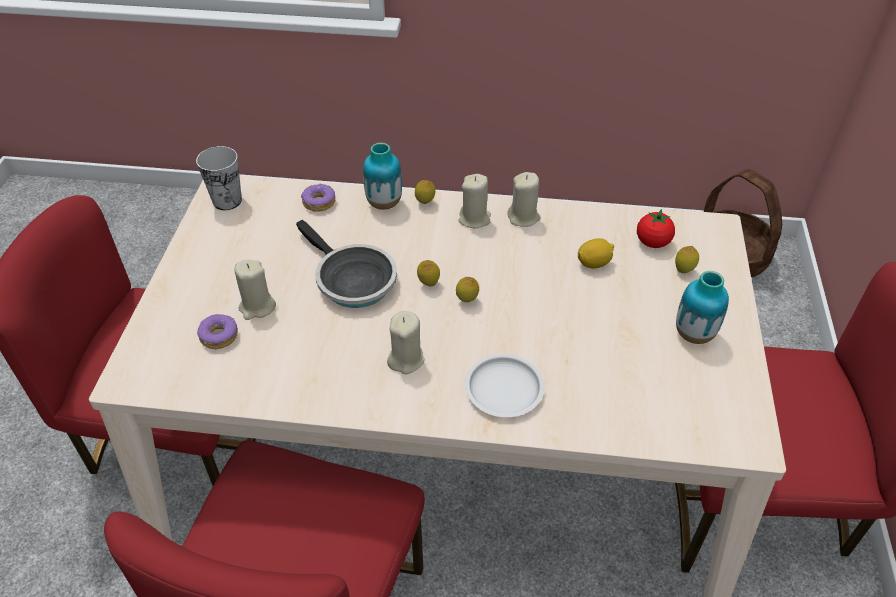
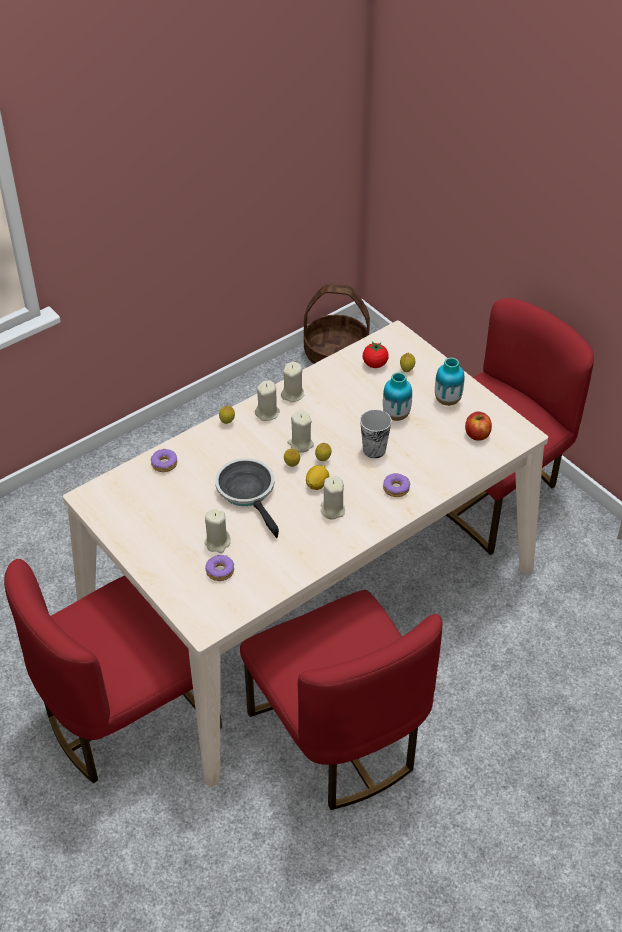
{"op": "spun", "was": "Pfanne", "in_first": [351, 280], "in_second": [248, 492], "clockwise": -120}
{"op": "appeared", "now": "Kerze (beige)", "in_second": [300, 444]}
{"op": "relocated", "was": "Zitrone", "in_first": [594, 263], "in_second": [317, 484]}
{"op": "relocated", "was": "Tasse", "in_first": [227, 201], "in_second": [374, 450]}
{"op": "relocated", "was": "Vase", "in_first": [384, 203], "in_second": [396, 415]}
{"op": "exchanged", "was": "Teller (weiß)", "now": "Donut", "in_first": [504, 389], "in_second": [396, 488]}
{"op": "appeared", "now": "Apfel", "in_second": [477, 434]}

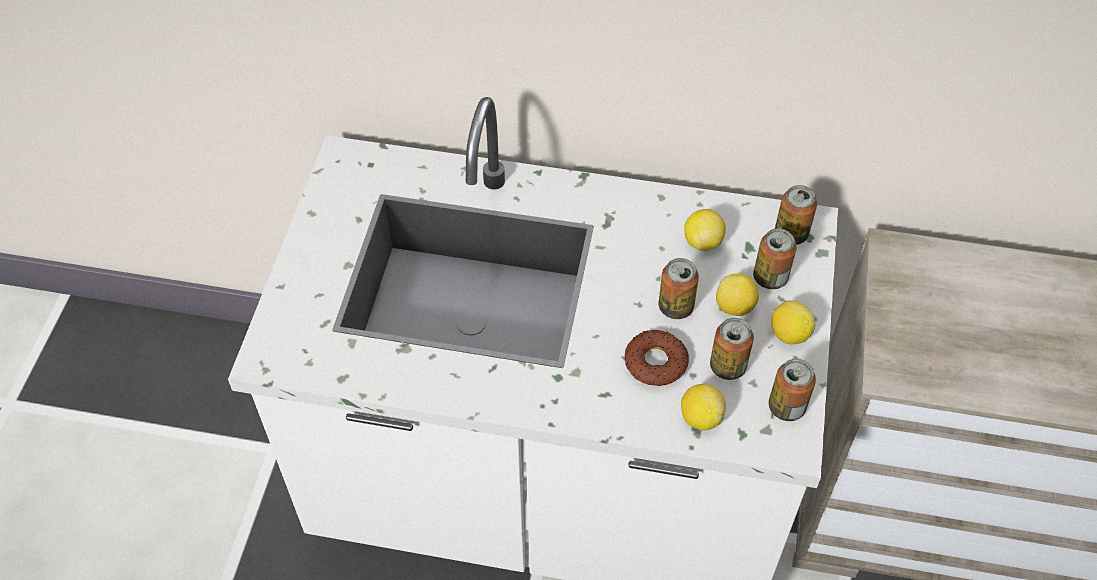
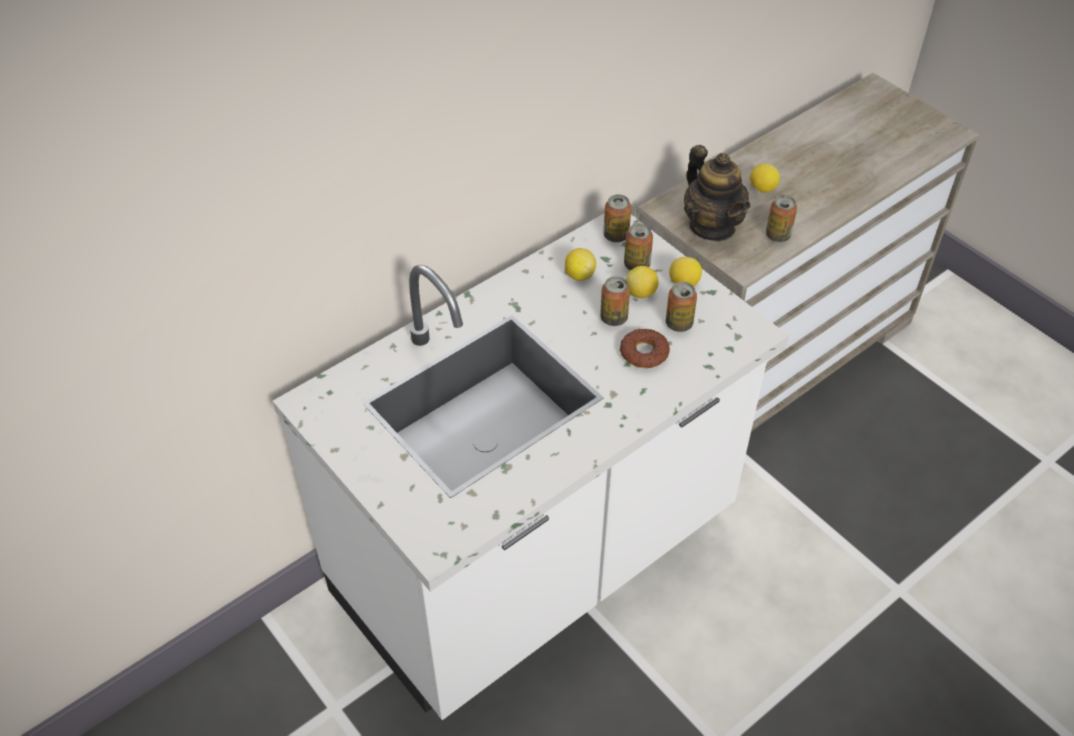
{"op": "appeared", "now": "Teekanne", "in_second": [712, 226]}
{"op": "relocated", "was": "Zitrone", "in_first": [700, 417], "in_second": [762, 188]}
{"op": "relocated", "was": "Dose", "in_first": [786, 407], "in_second": [778, 235]}

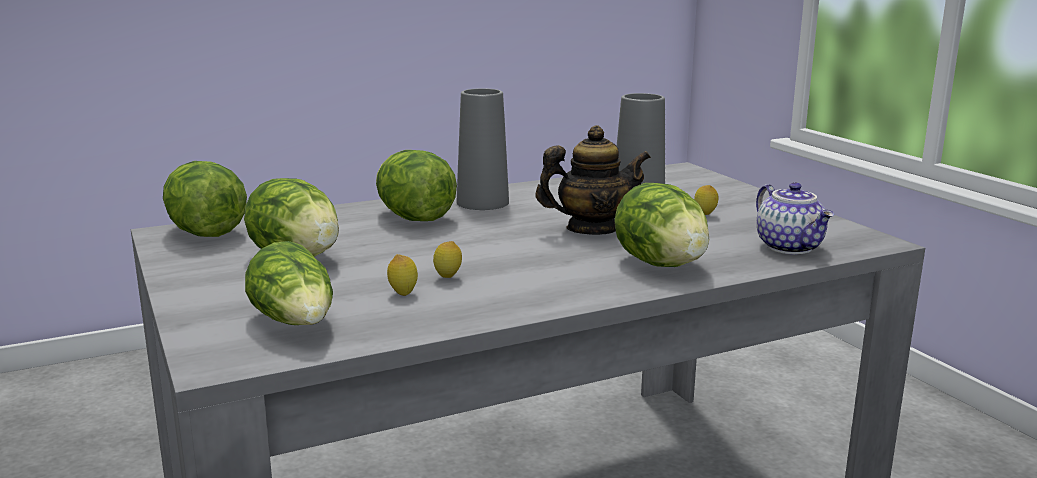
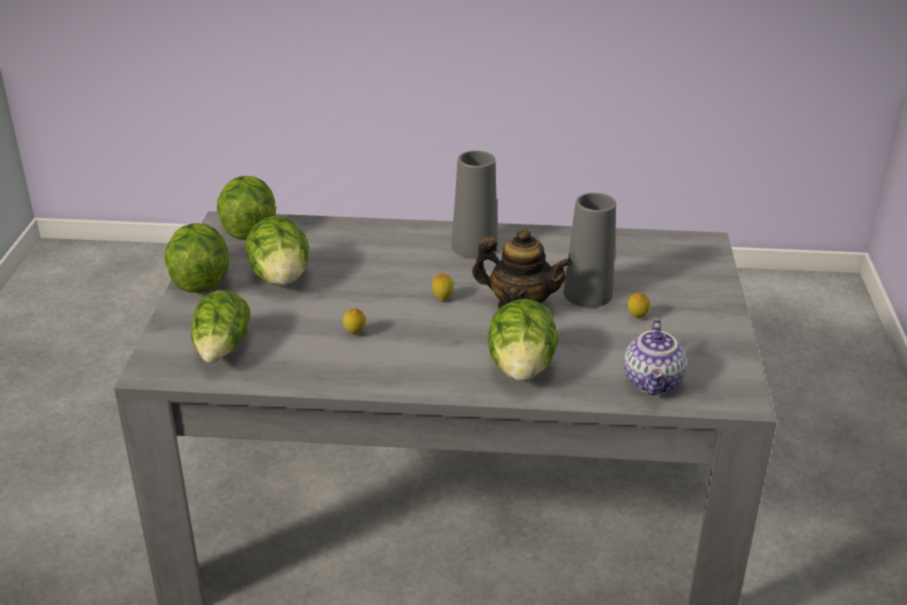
{"op": "relocated", "was": "Salatkopf", "in_first": [414, 218], "in_second": [200, 281]}
{"op": "relocated", "was": "Zitrone", "in_first": [403, 294], "in_second": [442, 299]}

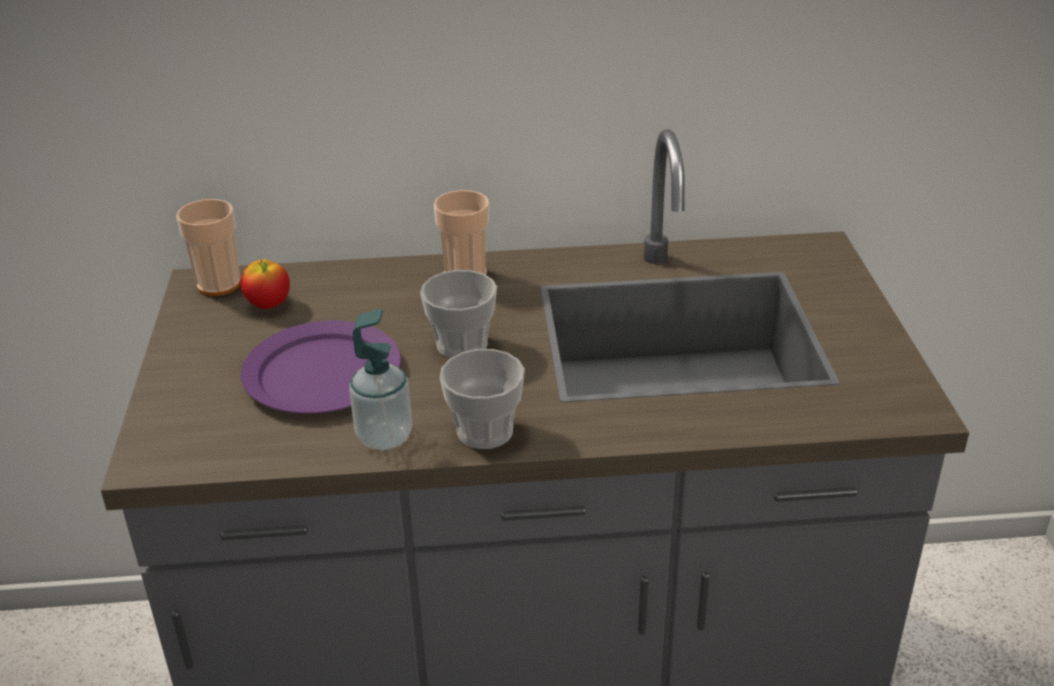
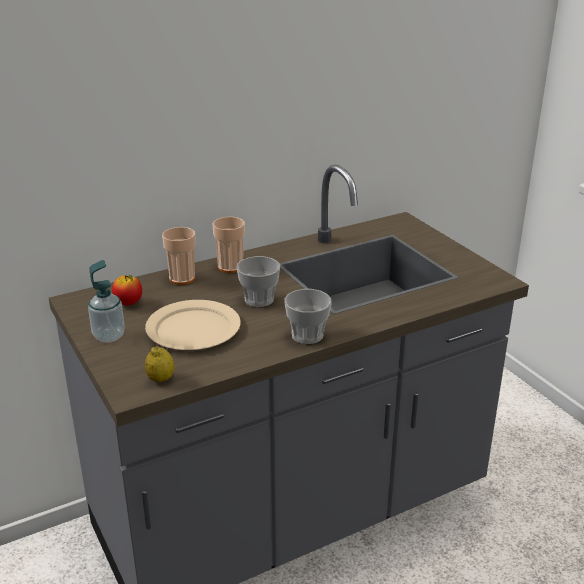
{"op": "relocated", "was": "Seifenspender", "in_first": [384, 437], "in_second": [109, 336]}
{"op": "colour", "was": "Teller (lila)", "now": "Teller (beige)", "in_first": [324, 374], "in_second": [194, 329]}
{"op": "appeared", "now": "Zitrone", "in_second": [161, 379]}
{"op": "relocated", "was": "Tasse", "in_first": [219, 284], "in_second": [182, 278]}

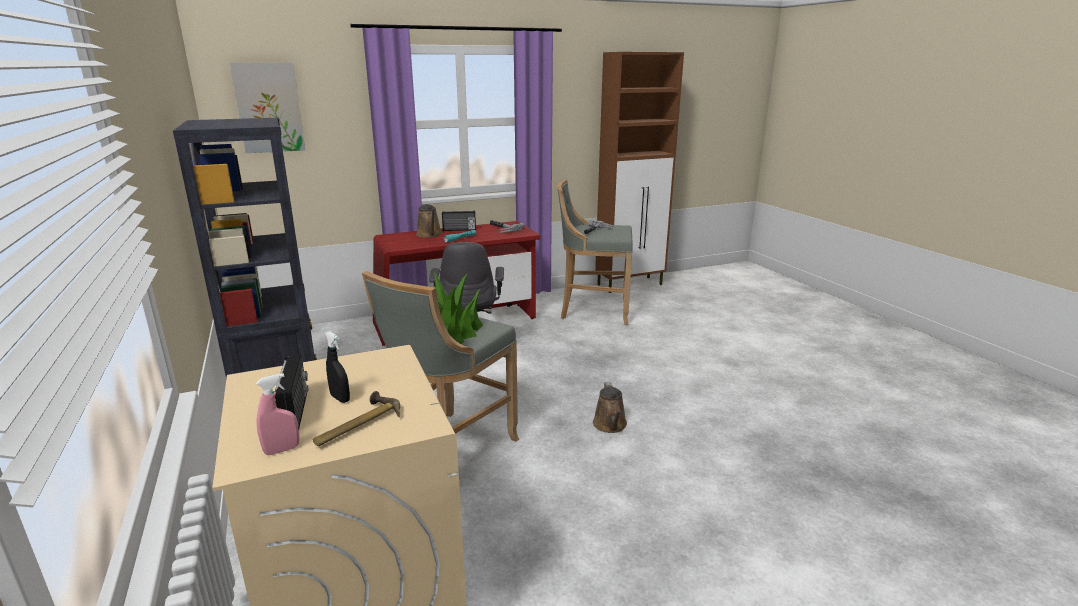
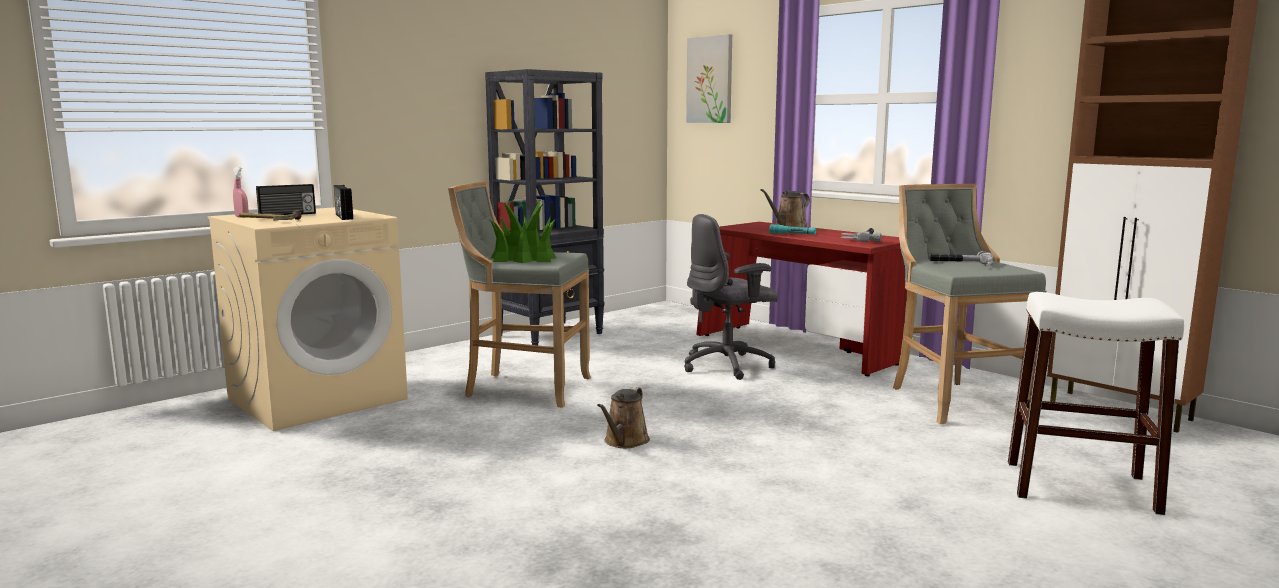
{"op": "relocated", "was": "Radio", "in_first": [459, 230], "in_second": [343, 217]}
{"op": "spun", "was": "Gießkanne (braun)", "in_first": [610, 425], "in_second": [624, 442], "clockwise": -45}
{"op": "appeared", "now": "Hocker (weiß)", "in_second": [1081, 487]}
{"op": "missing", "was": "Sprühflasche (schwarz)", "in_first": [340, 398]}

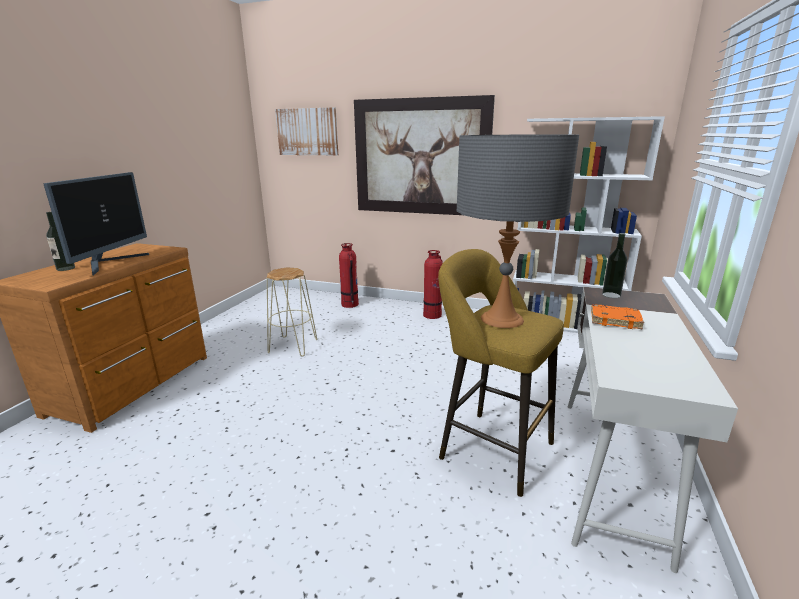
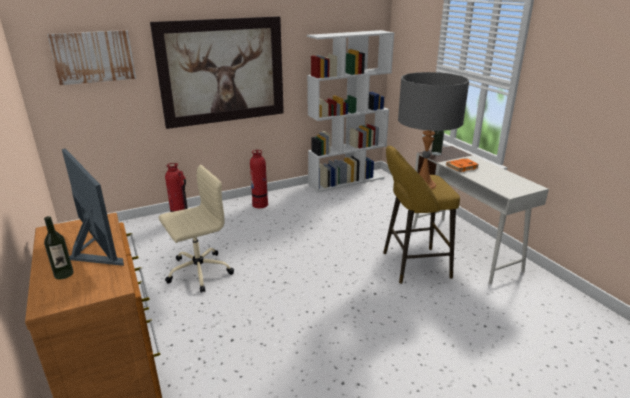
{"op": "exchanged", "was": "Hocker (beige)", "now": "Bürostuhl (beige)", "in_first": [293, 346], "in_second": [198, 272]}

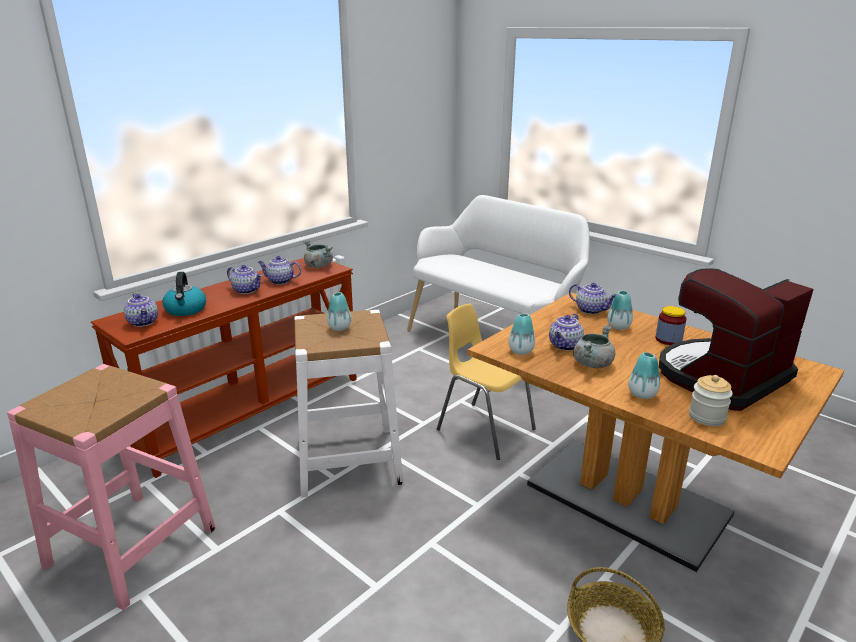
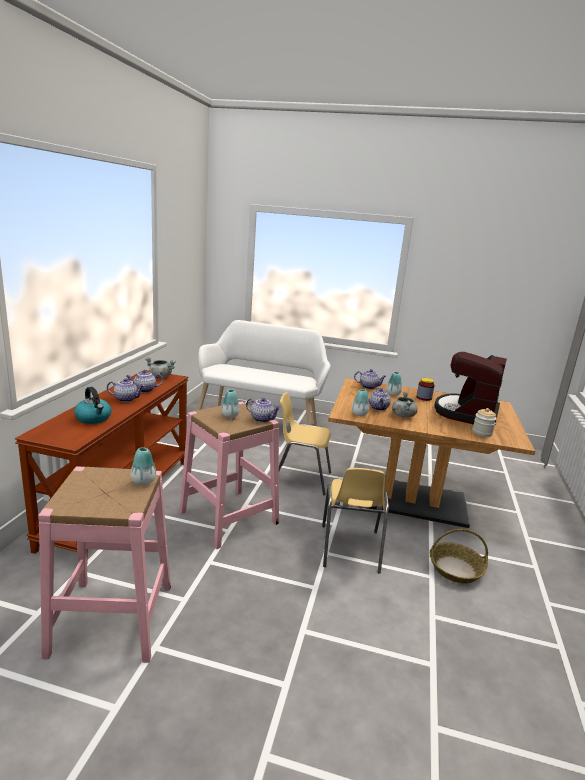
{"op": "relocated", "was": "Vase", "in_first": [642, 394], "in_second": [143, 482]}
{"op": "colour", "was": "Hocker (weiß)", "now": "Hocker (rosa)", "in_first": [348, 460], "in_second": [228, 517]}
{"op": "relocated", "was": "Teekanne", "in_first": [144, 322], "in_second": [262, 419]}
{"op": "appeared", "now": "Stuhl (gelb)", "in_second": [350, 549]}

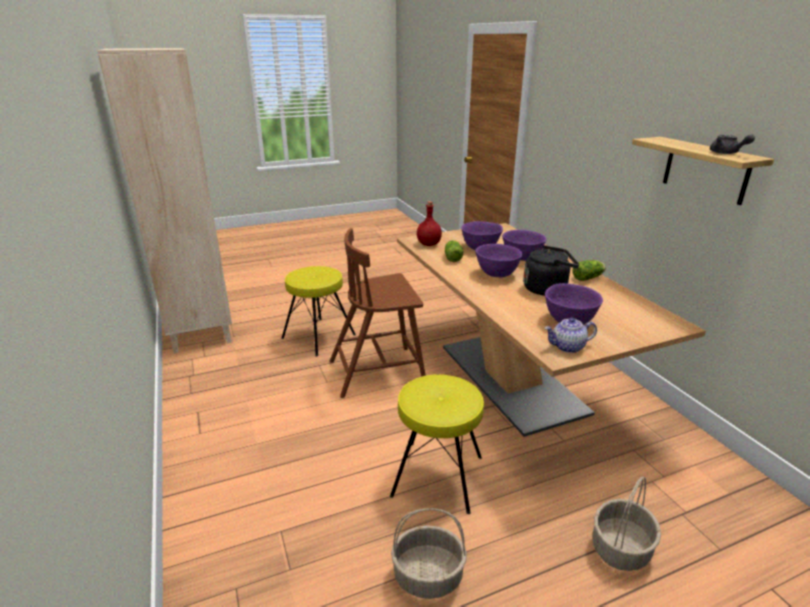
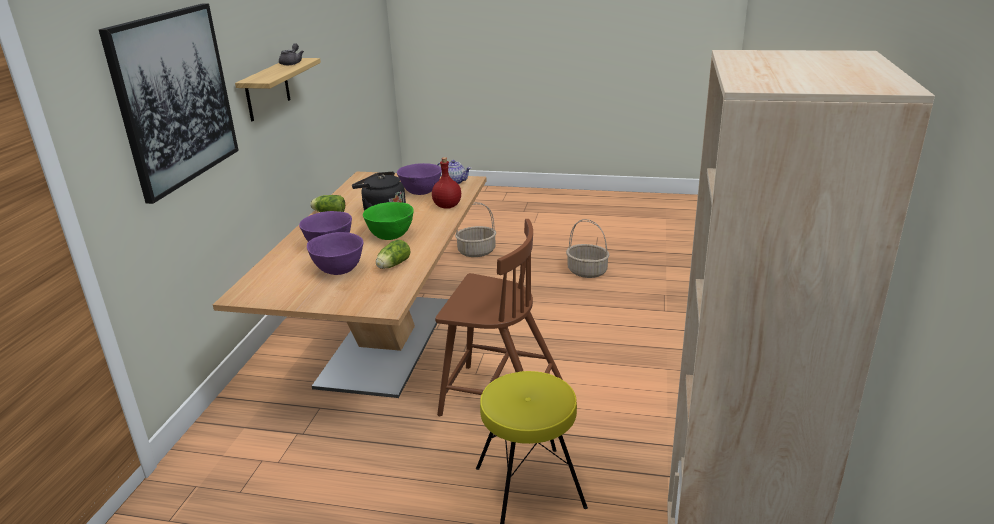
{"op": "appeared", "now": "Bild", "in_second": [175, 98]}
{"op": "colour", "was": "Schüssel (lila)", "now": "Schüssel (grün)", "in_first": [496, 274], "in_second": [391, 236]}
{"op": "relocated", "was": "Flasche (rot)", "in_first": [428, 244], "in_second": [447, 206]}
{"op": "missing", "was": "Hocker (gelb)", "in_first": [437, 476]}

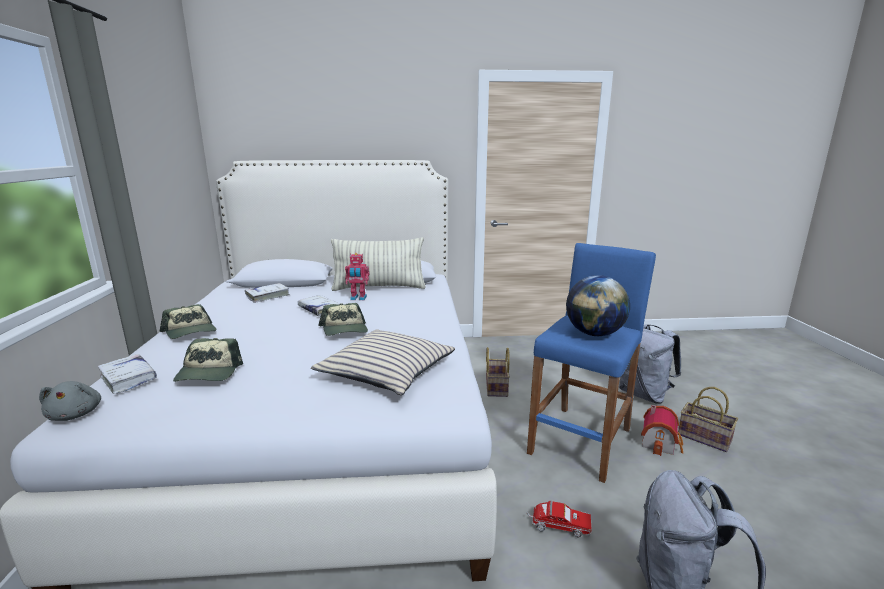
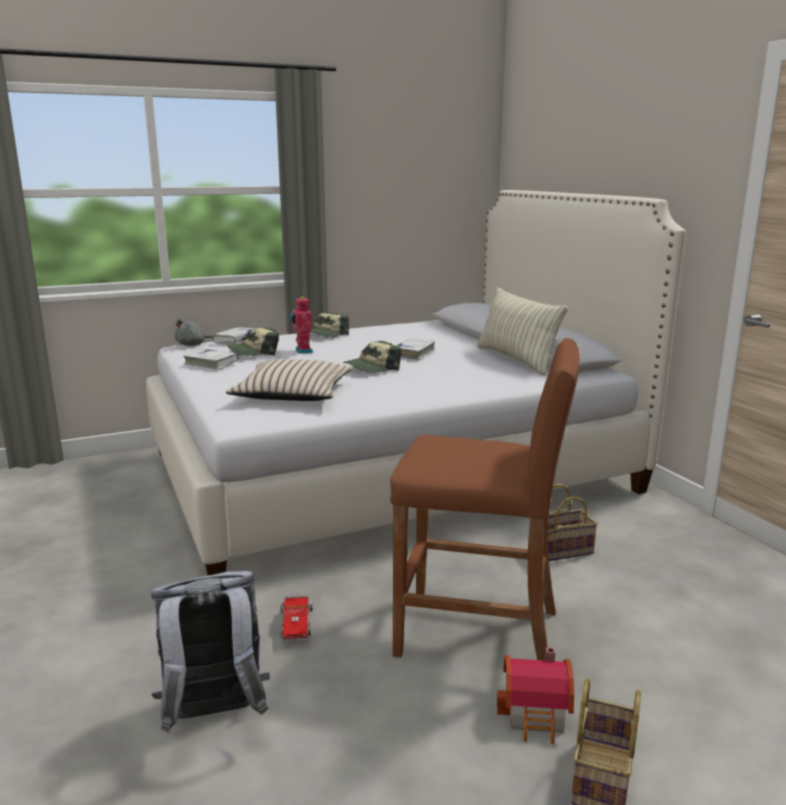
{"op": "relocated", "was": "Buch (weiß)", "in_first": [268, 296], "in_second": [211, 364]}
{"op": "relocated", "was": "Spielzeugroboter", "in_first": [358, 298], "in_second": [302, 351]}
{"op": "colour", "was": "Hocker (blau)", "now": "Hocker (braun)", "in_first": [581, 441], "in_second": [478, 633]}
{"op": "missing", "was": "Globus", "in_first": [594, 333]}
{"op": "missing", "was": "Rucksack (grau)", "in_first": [644, 394]}

